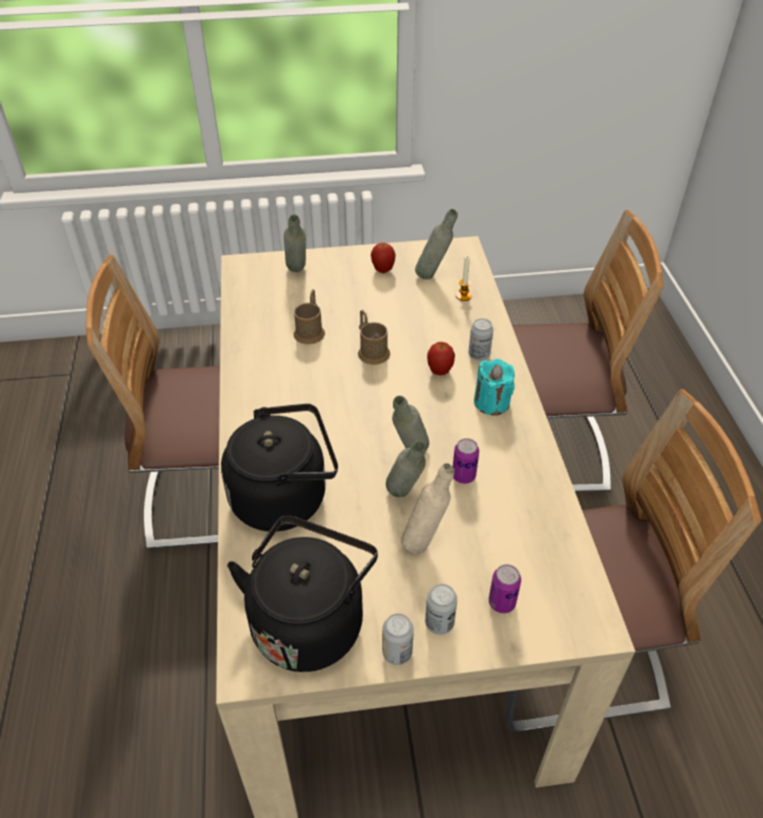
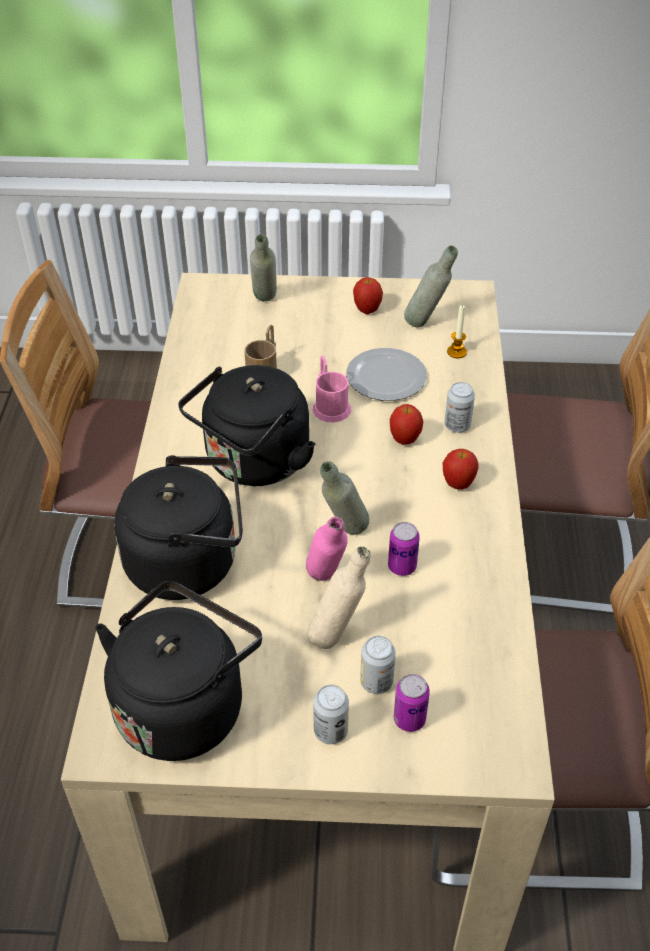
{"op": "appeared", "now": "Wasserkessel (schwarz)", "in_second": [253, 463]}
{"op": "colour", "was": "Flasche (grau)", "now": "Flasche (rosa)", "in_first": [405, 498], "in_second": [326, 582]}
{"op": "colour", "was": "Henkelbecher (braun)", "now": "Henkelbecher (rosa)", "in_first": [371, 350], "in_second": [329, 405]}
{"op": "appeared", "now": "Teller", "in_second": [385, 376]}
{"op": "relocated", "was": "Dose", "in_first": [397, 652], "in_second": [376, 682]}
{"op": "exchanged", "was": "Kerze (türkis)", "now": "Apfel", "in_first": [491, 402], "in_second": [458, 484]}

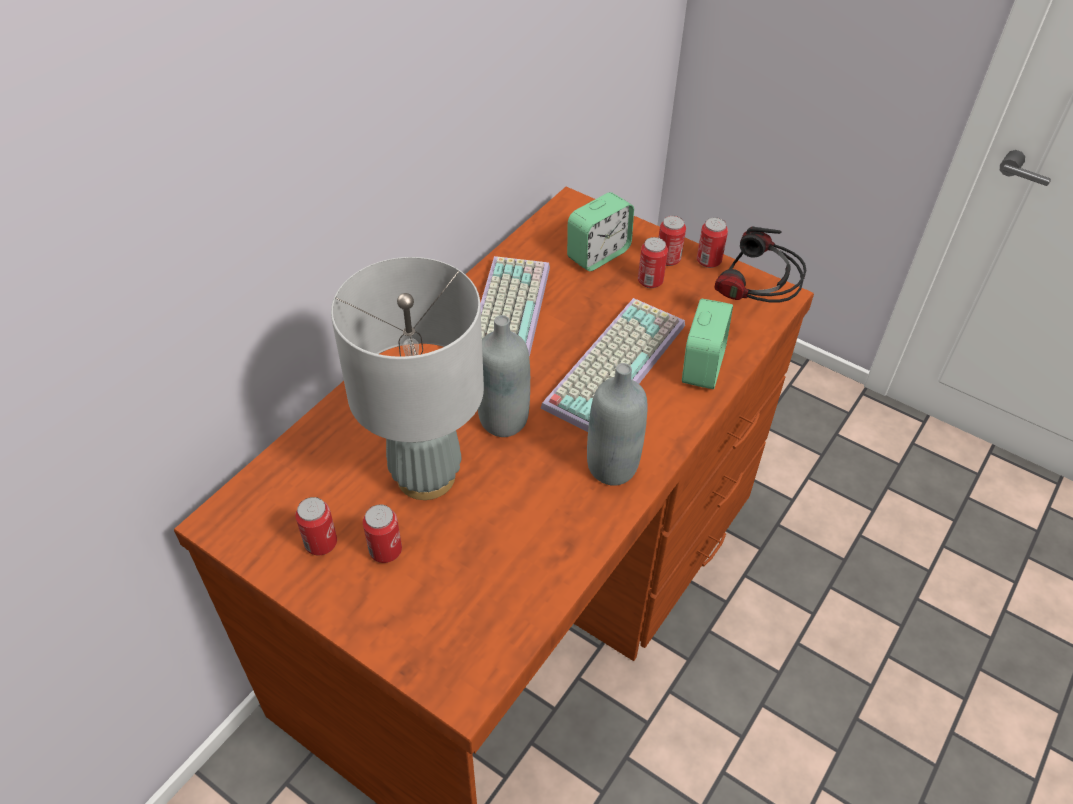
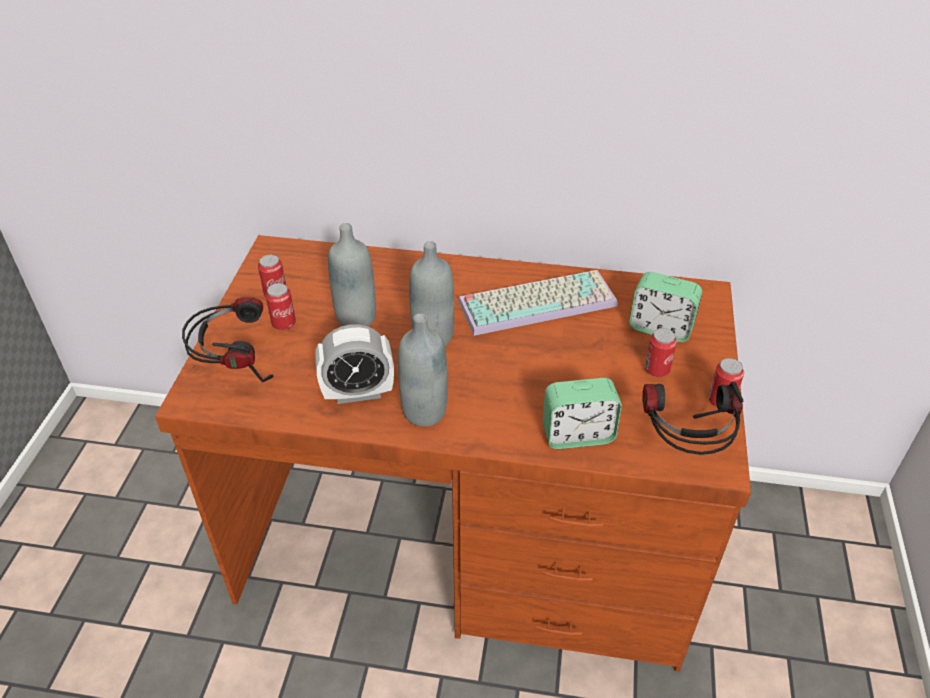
{"op": "appeared", "now": "Kopfhörer", "in_second": [235, 368]}
{"op": "appeared", "now": "Wecker", "in_second": [358, 393]}
{"op": "exchanged", "was": "Tischlampe (grau)", "now": "Flasche (grau)", "in_first": [425, 476], "in_second": [356, 318]}
{"op": "missing", "was": "Tastatur", "in_first": [613, 362]}
{"op": "missing", "was": "Dose", "in_first": [668, 259]}

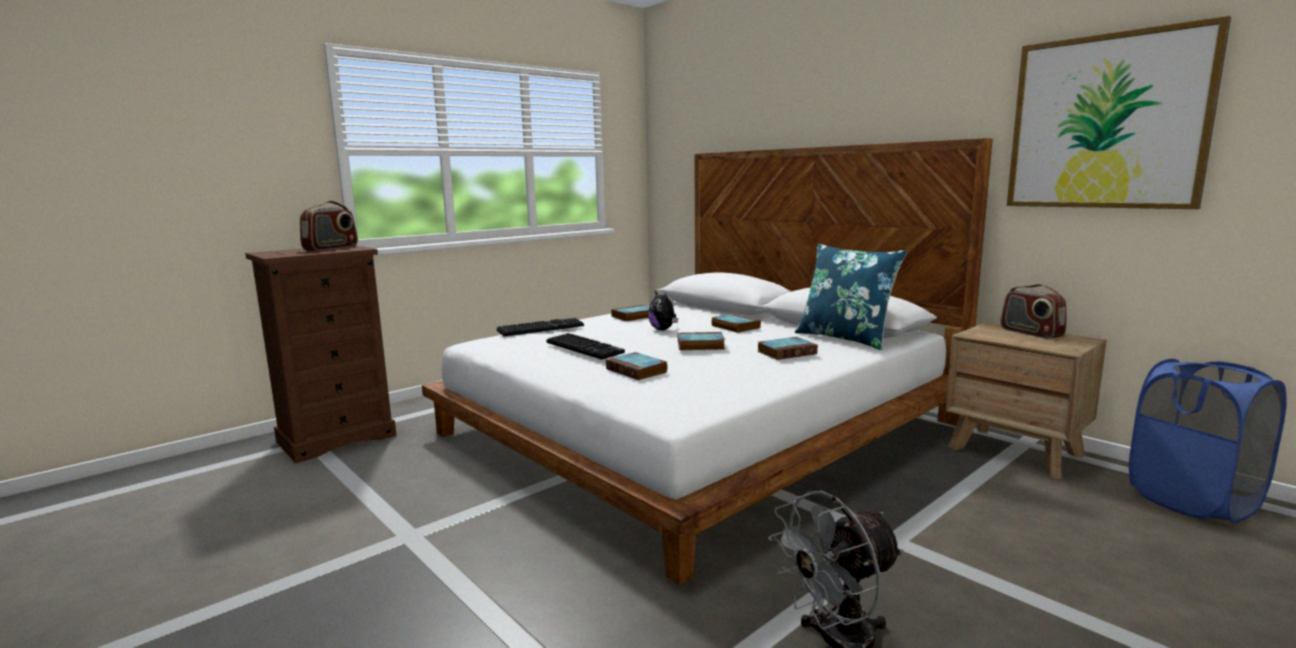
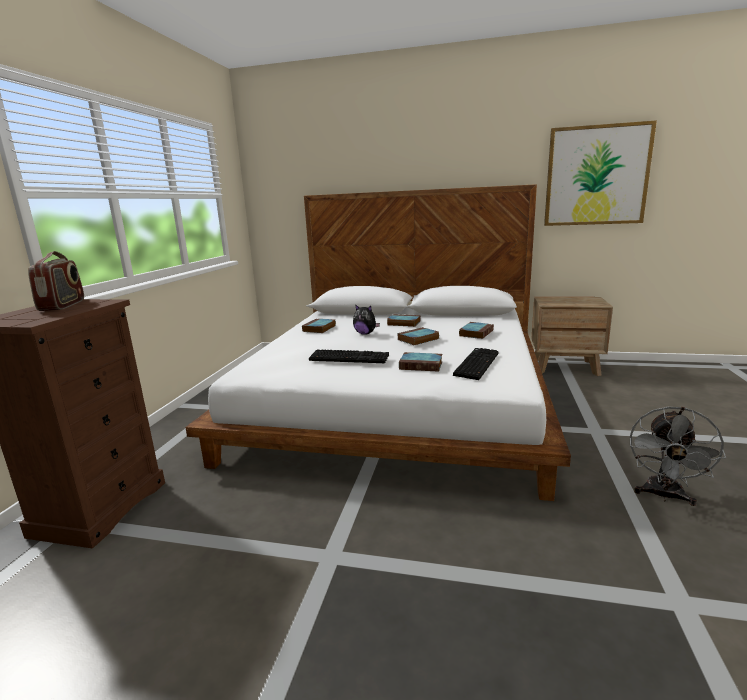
{"op": "relocated", "was": "Tastatur", "in_first": [541, 328], "in_second": [475, 364]}
{"op": "missing", "was": "Kissen (blau)", "in_first": [845, 338]}
{"op": "missing", "was": "Radio", "in_first": [1030, 333]}
{"op": "missing", "was": "Wäschekorb (blau)", "in_first": [1193, 501]}

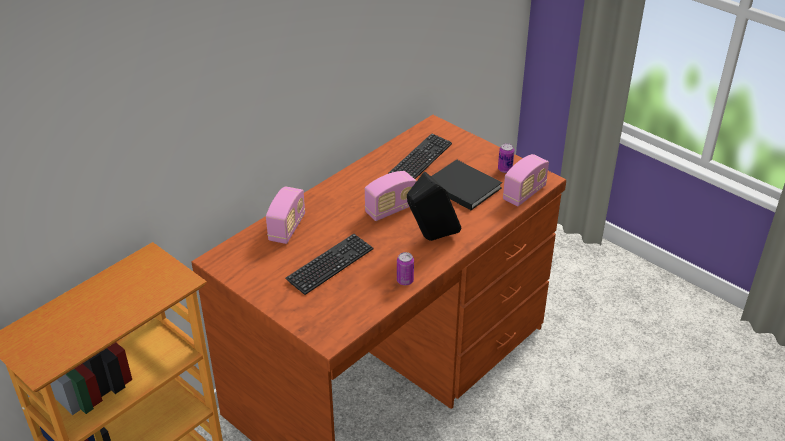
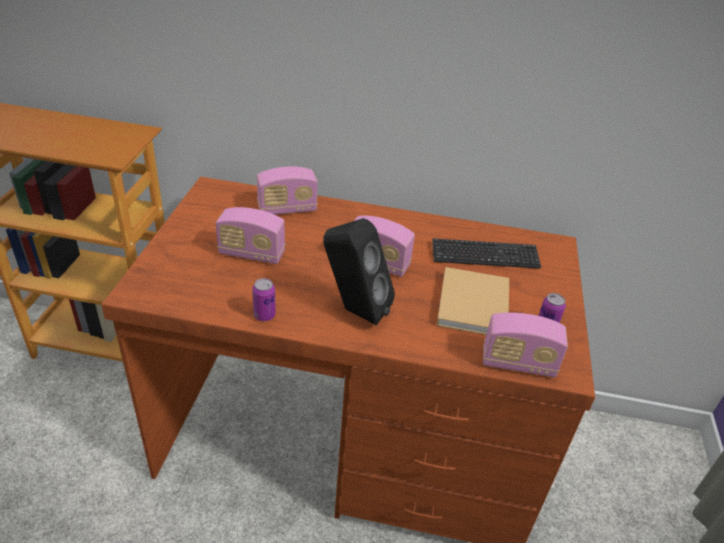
{"op": "exchanged", "was": "Tastatur", "now": "Radio", "in_first": [330, 265], "in_second": [251, 254]}
{"op": "colour", "was": "Buch (schwarz)", "now": "Buch (beige)", "in_first": [461, 186], "in_second": [473, 302]}

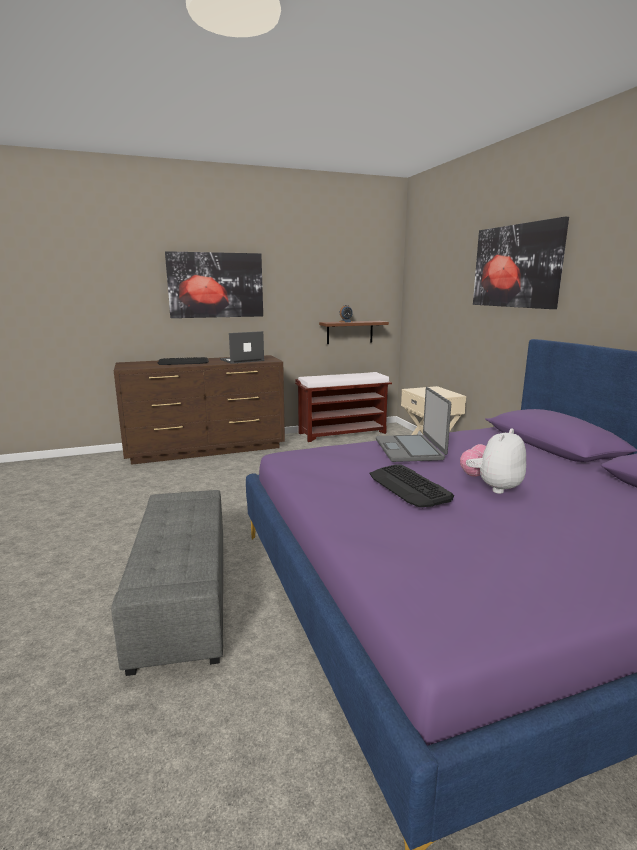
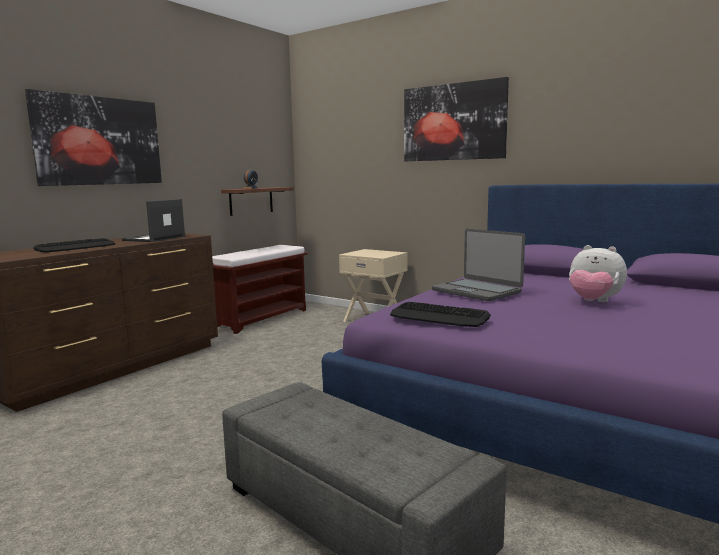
{"op": "relocated", "was": "Tastatur", "in_first": [408, 486], "in_second": [439, 316]}
{"op": "spun", "was": "Plüschtier", "in_first": [492, 487], "in_second": [594, 302], "clockwise": -60}

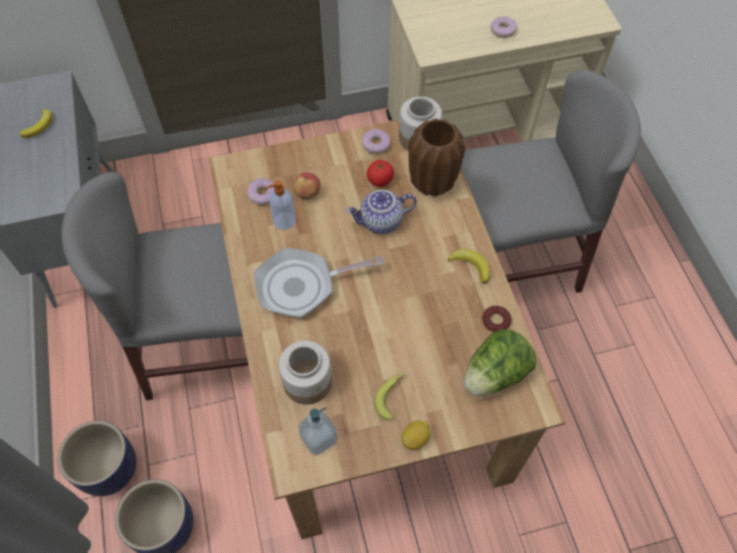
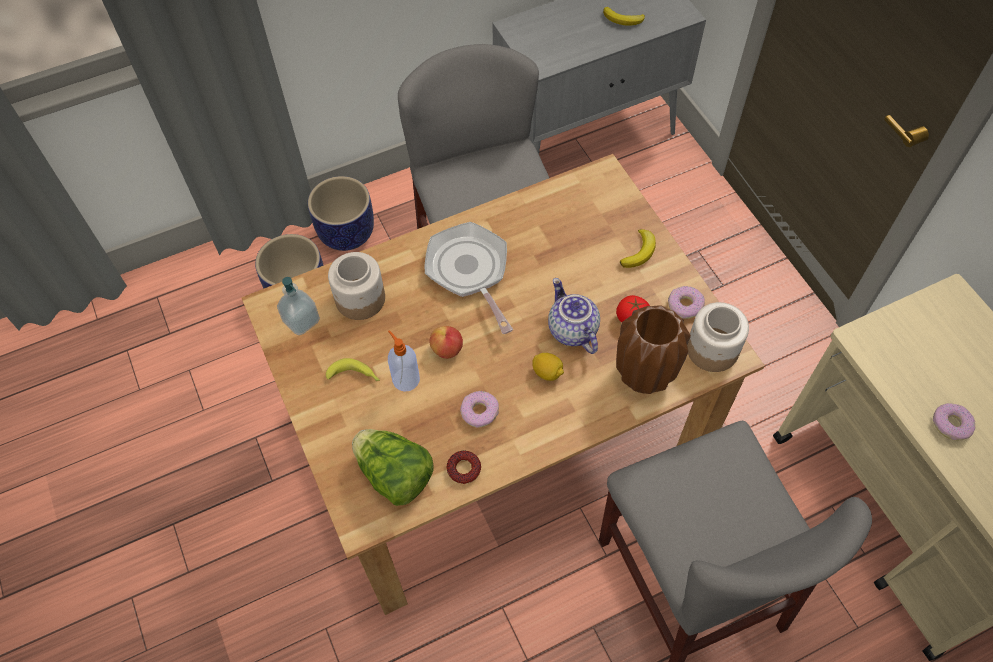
{"op": "relocated", "was": "Seifenspender", "in_first": [283, 221], "in_second": [405, 379]}
{"op": "relocated", "was": "Apfel", "in_first": [307, 193], "in_second": [447, 349]}
{"op": "relocated", "was": "Donut", "in_first": [262, 195], "in_second": [479, 412]}
{"op": "relocated", "was": "Zitrone", "in_first": [415, 438], "in_second": [547, 372]}
{"op": "relocated", "was": "Banane", "in_first": [471, 266], "in_second": [639, 252]}

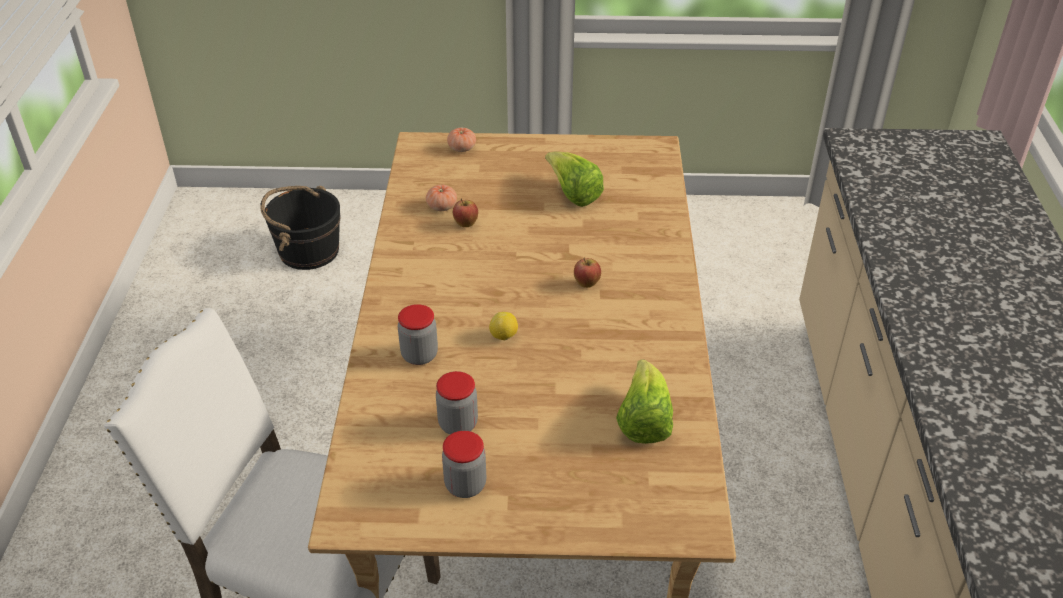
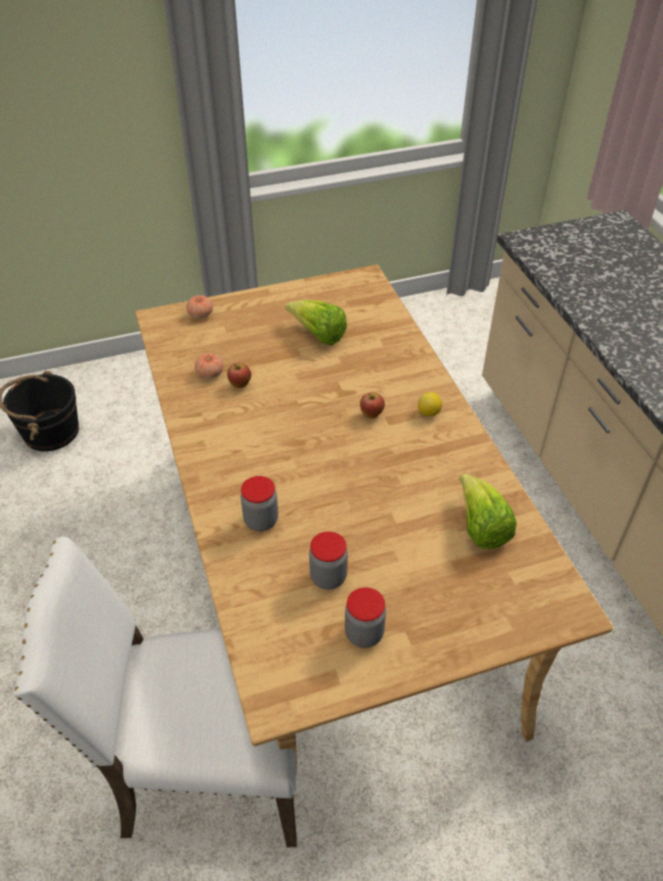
{"op": "relocated", "was": "Zitrone", "in_first": [504, 336], "in_second": [429, 413]}

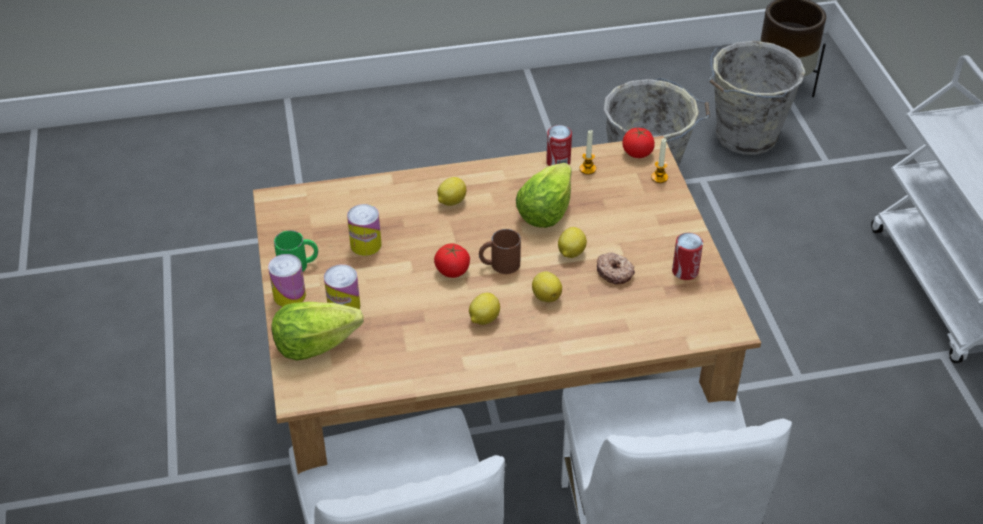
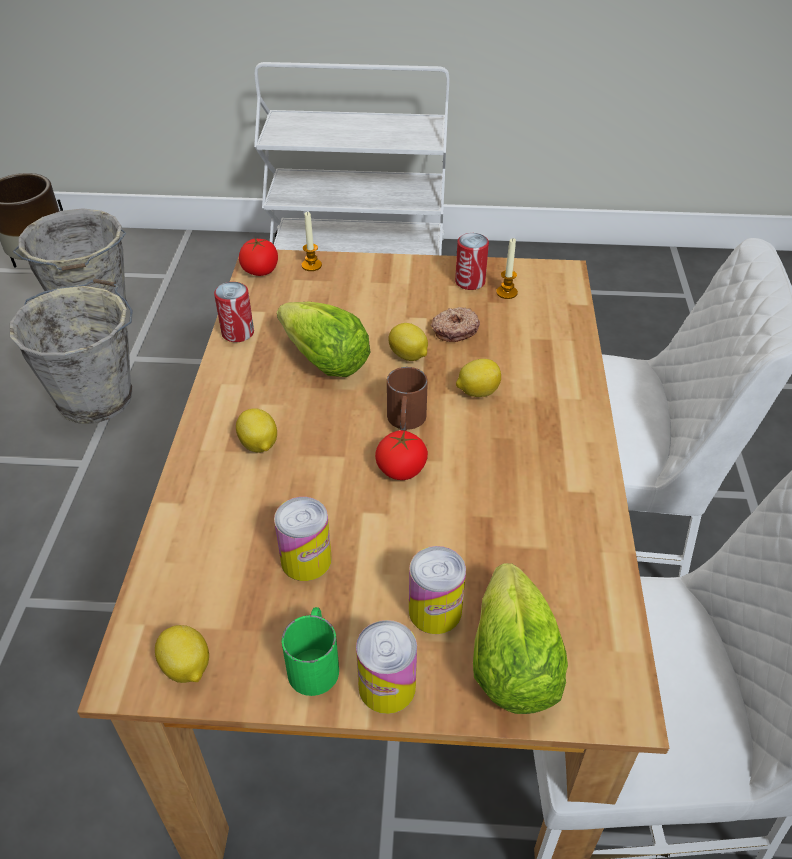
{"op": "relocated", "was": "Zitrone", "in_first": [483, 319], "in_second": [186, 668]}
{"op": "relocated", "was": "Kerze", "in_first": [587, 169], "in_second": [506, 292]}

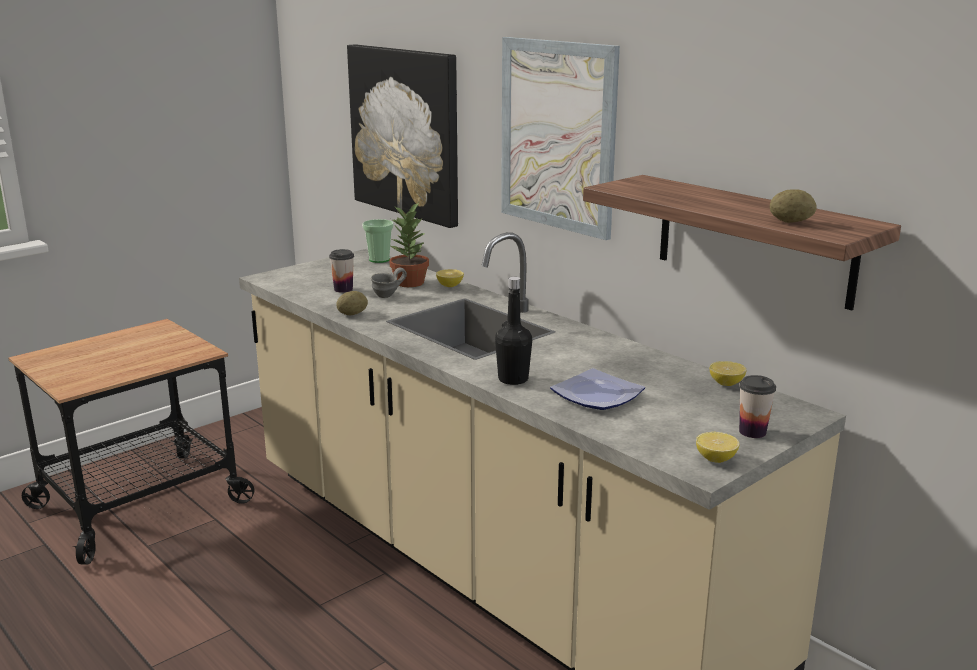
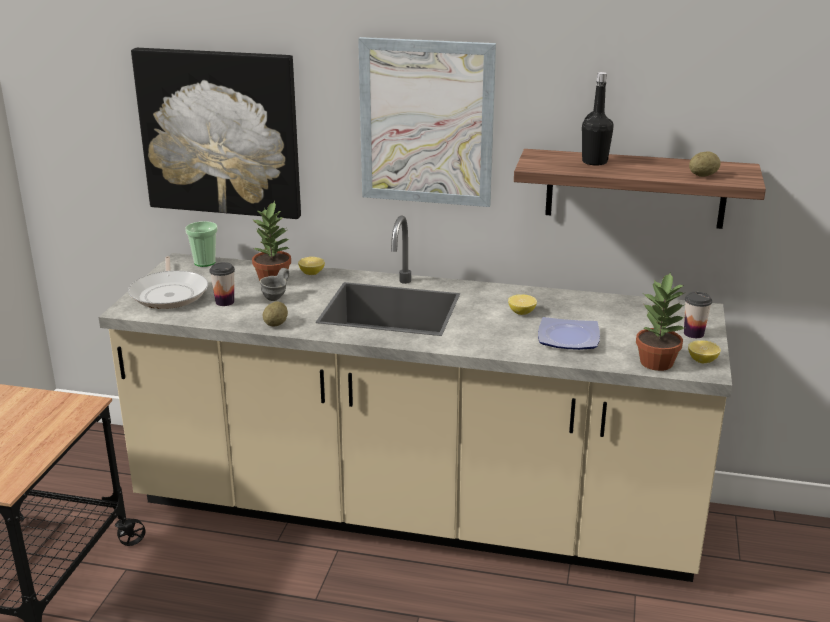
{"op": "appeared", "now": "Pfanne", "in_second": [170, 293]}
{"op": "relocated", "was": "Zitrone", "in_first": [726, 383], "in_second": [521, 312]}
{"op": "relocated", "was": "Flasche (schwarz)", "in_first": [513, 379], "in_second": [594, 162]}
{"op": "appeared", "now": "Topfpflanze", "in_second": [657, 362]}

